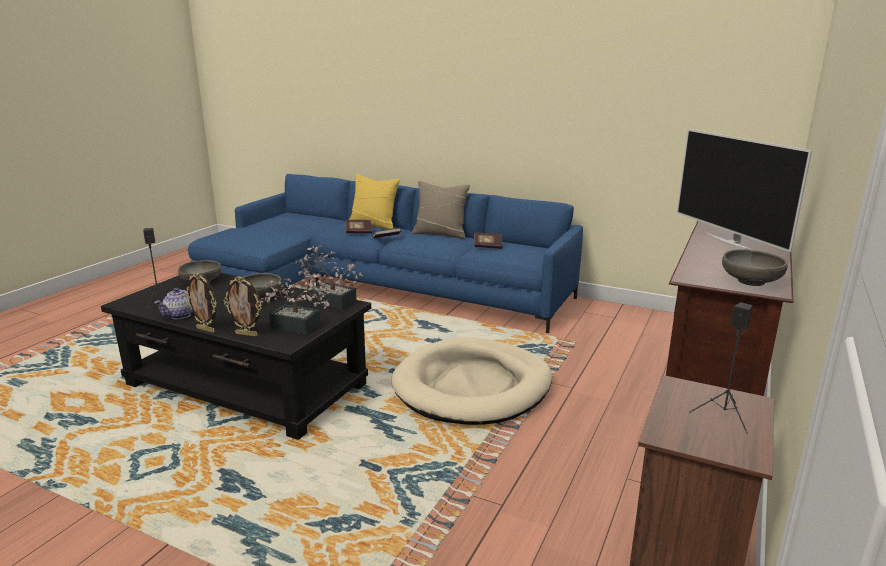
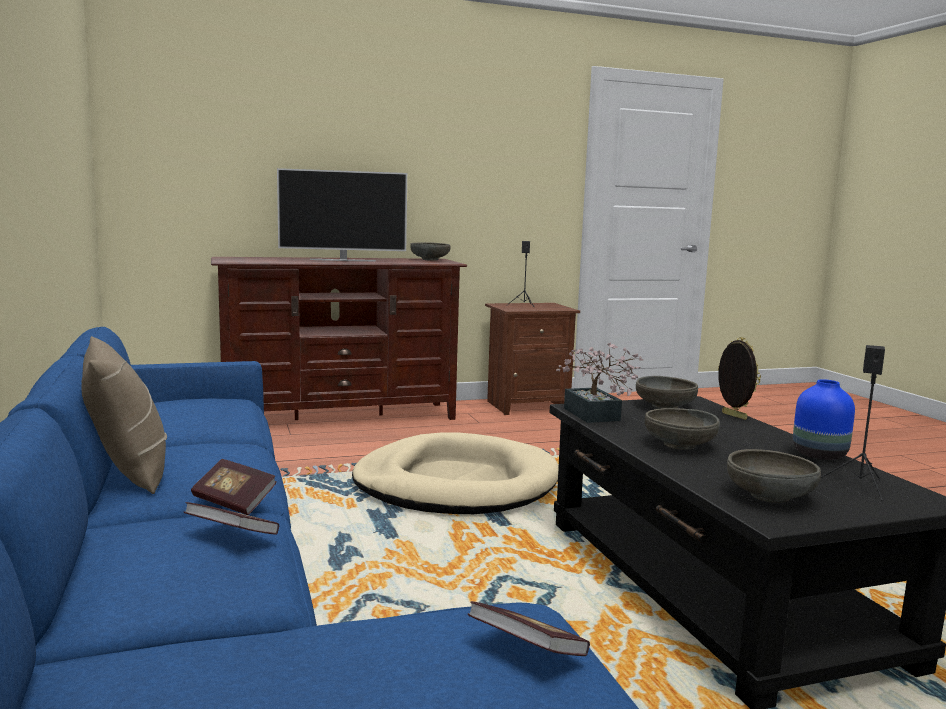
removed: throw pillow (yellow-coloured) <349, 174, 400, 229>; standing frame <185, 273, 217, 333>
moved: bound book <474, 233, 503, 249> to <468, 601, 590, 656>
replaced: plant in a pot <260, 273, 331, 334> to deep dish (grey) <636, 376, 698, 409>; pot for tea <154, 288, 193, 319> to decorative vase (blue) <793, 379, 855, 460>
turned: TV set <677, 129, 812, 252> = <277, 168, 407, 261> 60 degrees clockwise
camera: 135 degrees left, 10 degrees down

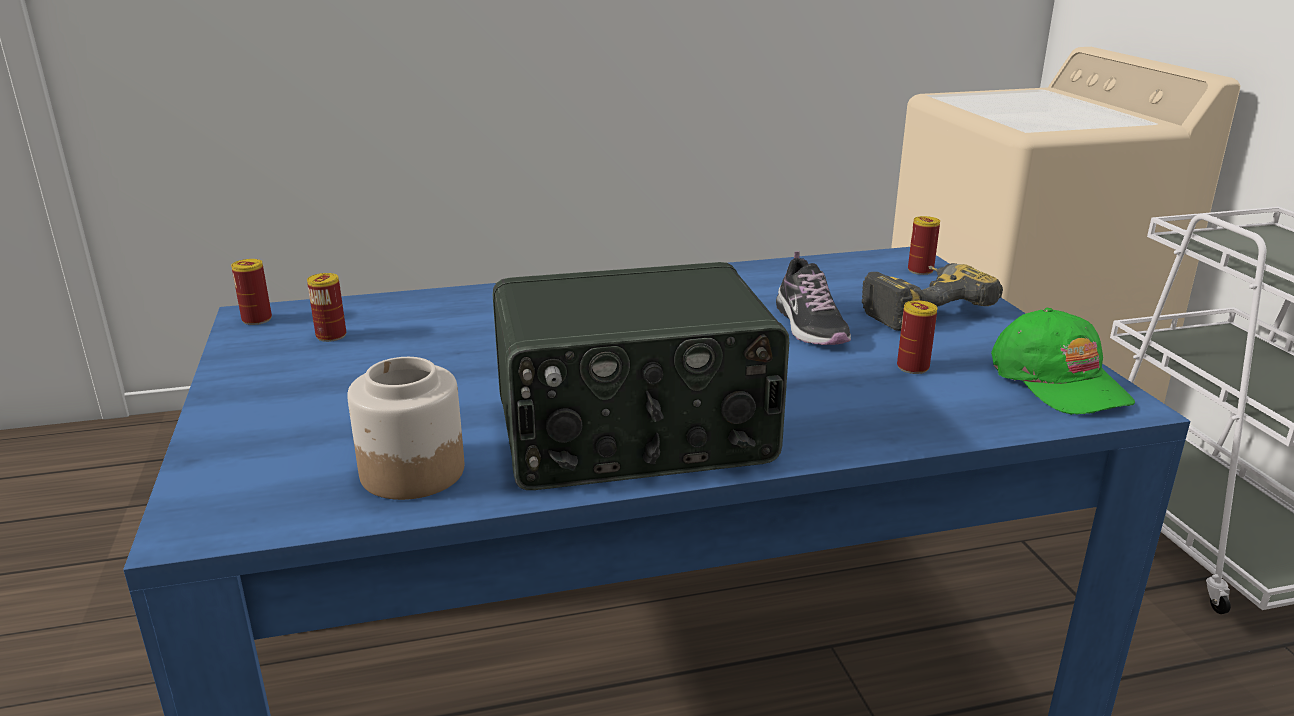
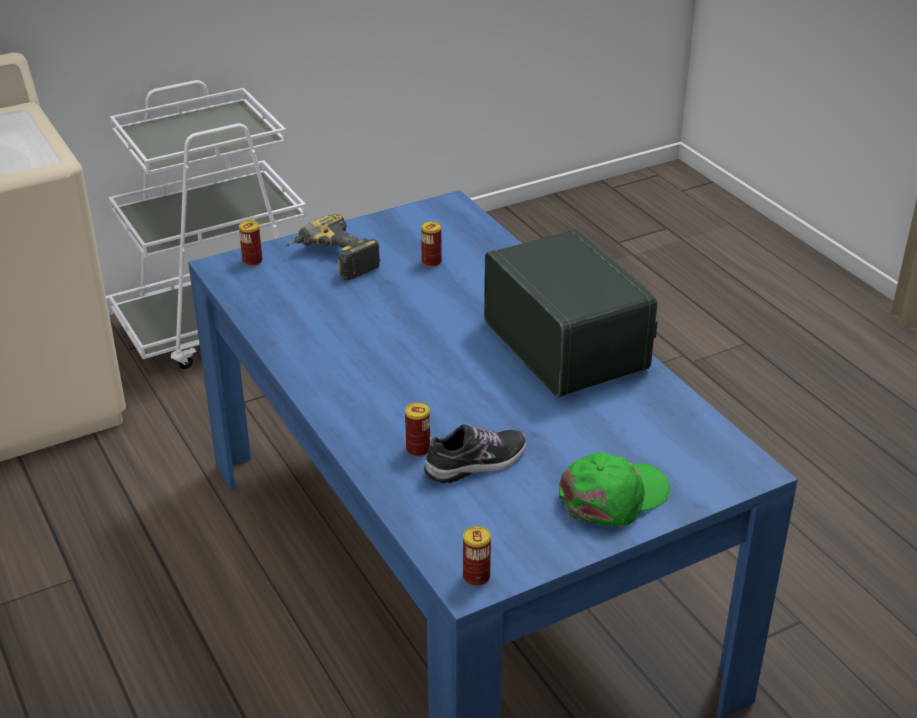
removed: preserve jar <347, 357, 464, 500>
moved: item of footwear <776, 251, 851, 345> to <424, 424, 526, 483>; sealed can <307, 273, 346, 342> to <405, 402, 430, 457>; cap (green-coloured) <991, 308, 1135, 415> to <559, 452, 670, 527>
camera: 105 degrees left, 10 degrees up

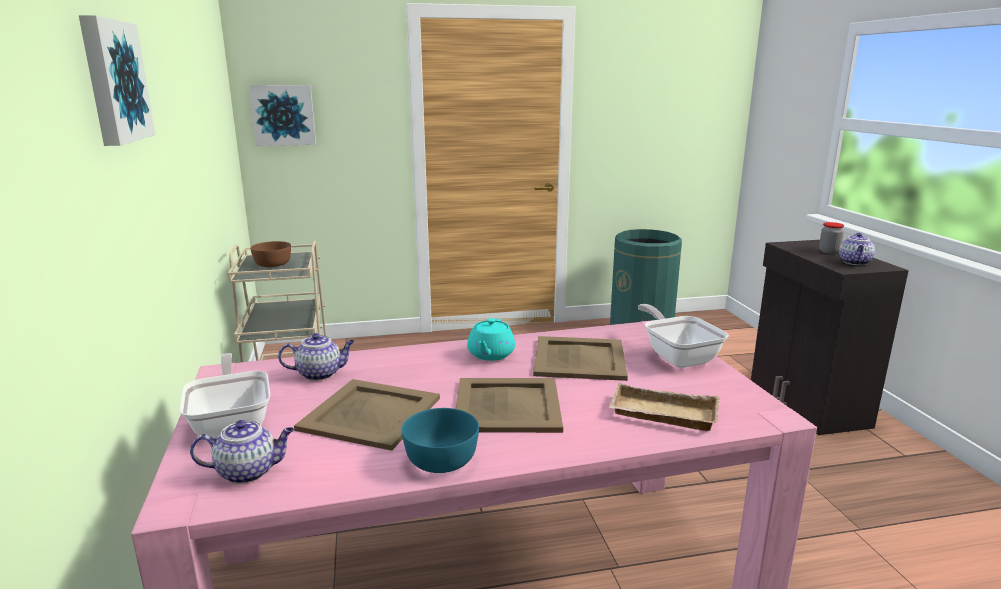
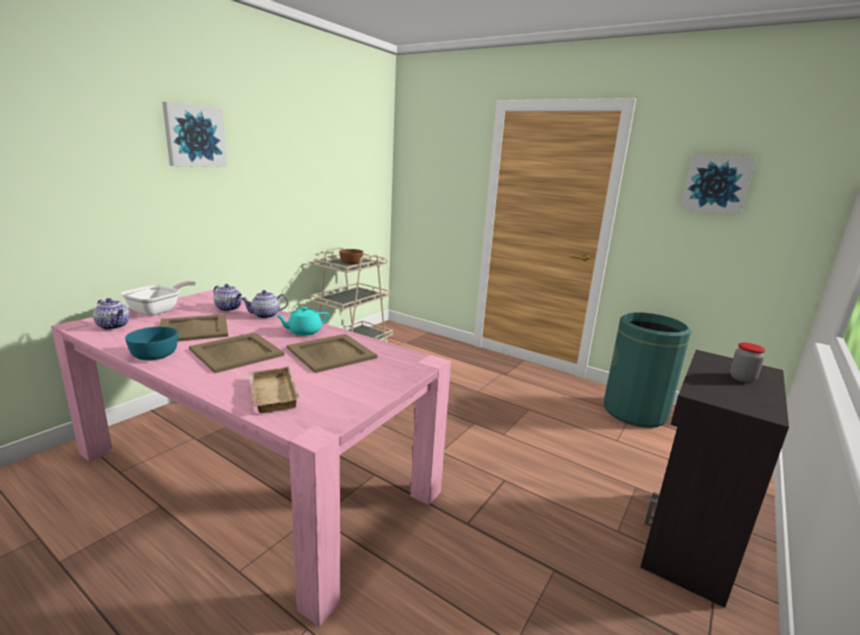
removed: pan <638, 304, 729, 368>
moved: wall picture <249, 85, 316, 146> to <681, 155, 756, 215>; pot for tea <839, 233, 875, 265> to <241, 290, 288, 318>
camera: 45 degrees right, 0 degrees up

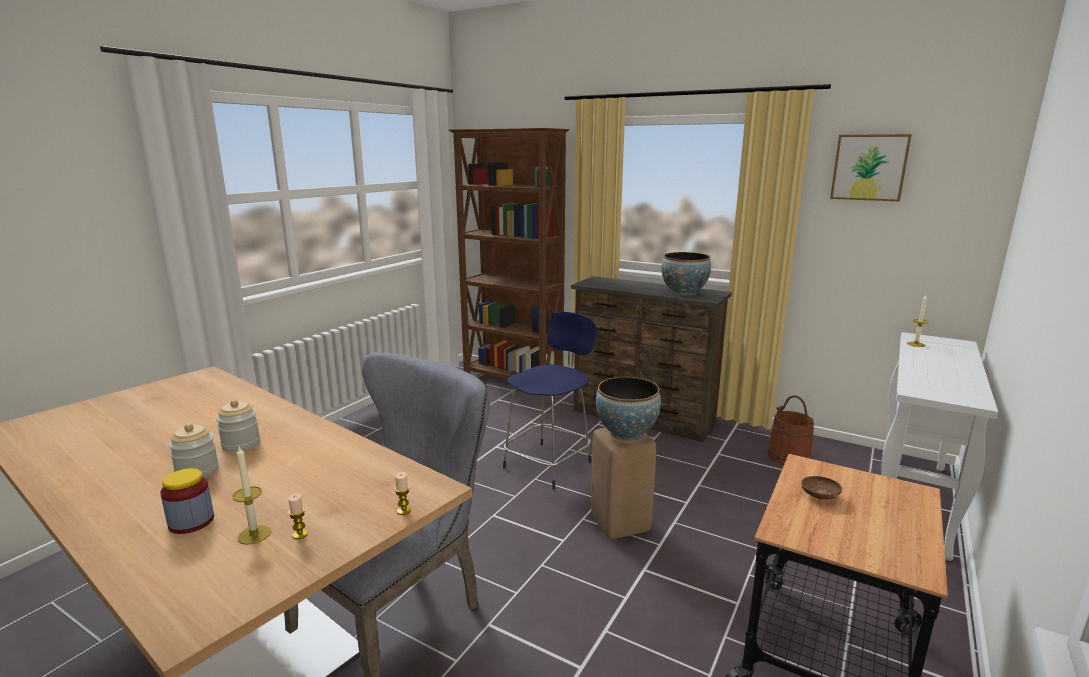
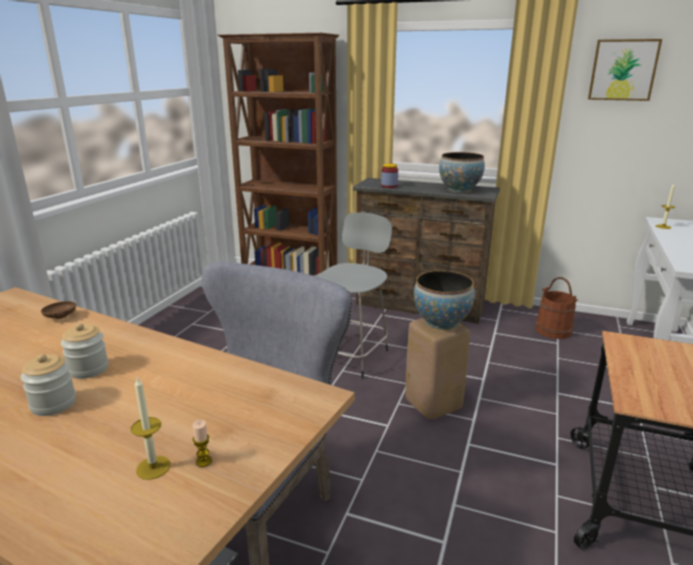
removed: candle <395, 472, 411, 515>
moved: preserve jar <160, 468, 214, 534> to <381, 164, 398, 188>; deep dish (brown-coloured) <801, 476, 842, 499> to <41, 301, 76, 319>
recoloured: stool (blue) <503, 312, 597, 489> to stool (grey) <315, 212, 392, 379>
camera: 10 degrees left, 5 degrees up

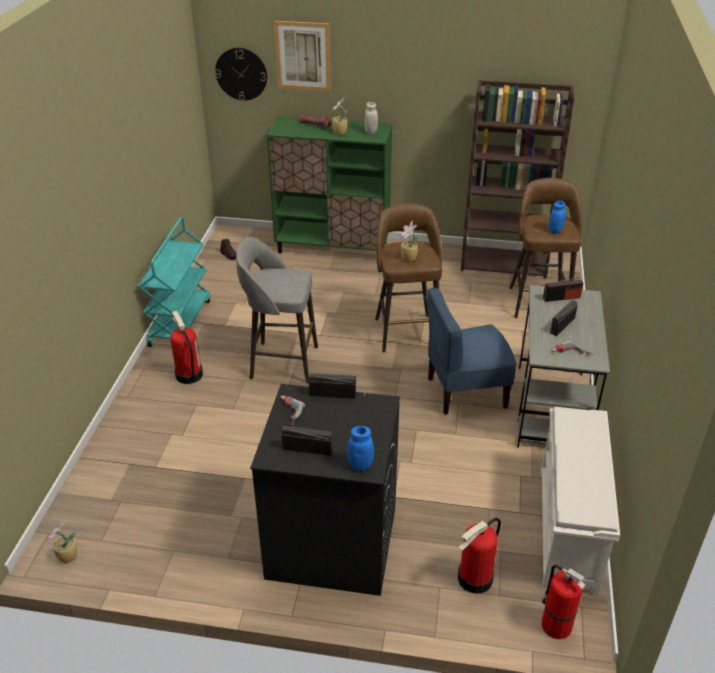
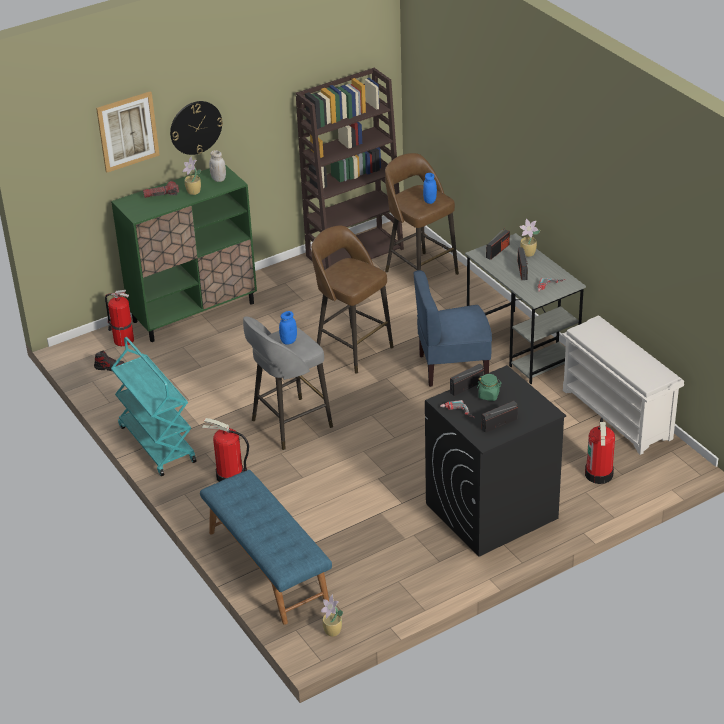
added: preserve jar (green-coloured) <477, 374, 502, 401>; bench (blue) <200, 470, 332, 625>
moved: hanging clock <215, 48, 267, 101> to <170, 101, 223, 155>; plant in a pot <400, 221, 420, 262> to <519, 219, 540, 257>; preserve jar (blue) <347, 426, 374, 471> to <279, 311, 297, 345>; fire extinguisher <542, 565, 585, 639> to <105, 290, 134, 346>
turned: upright chair (blue) <428, 288, 516, 415> = <414, 270, 492, 387> 45 degrees clockwise
camera: 40 degrees left, 0 degrees up

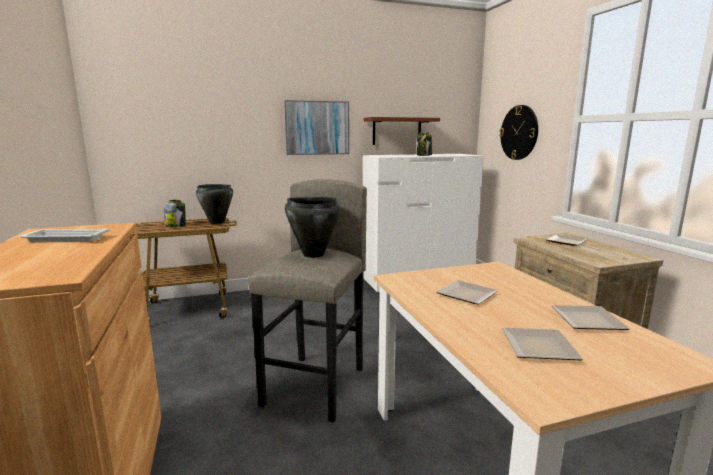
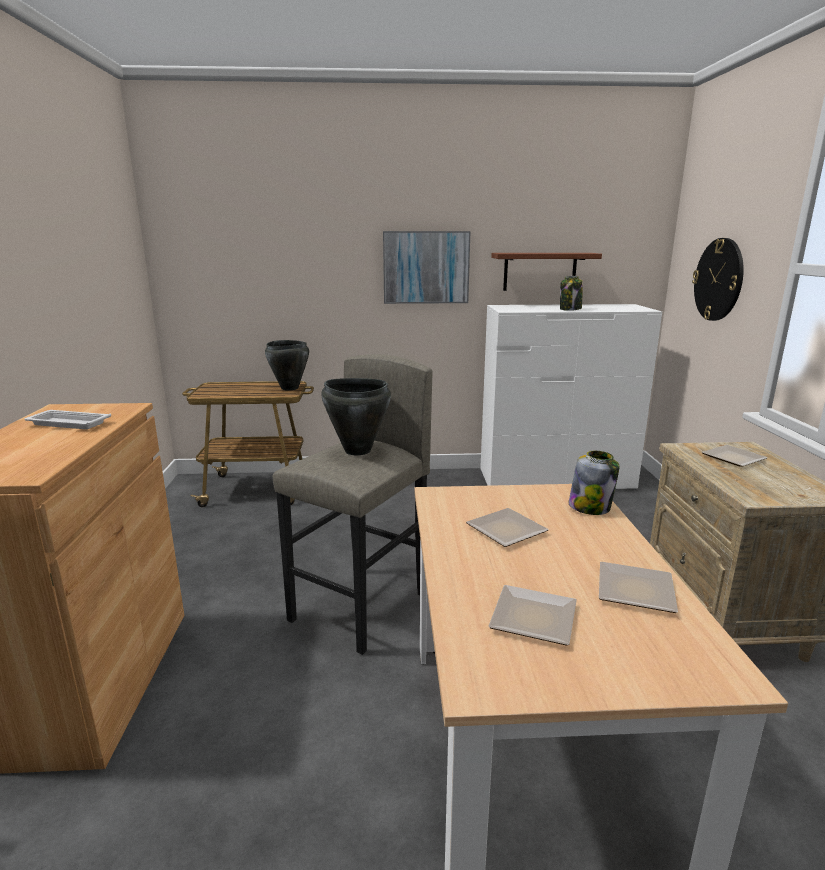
moved: preserve jar <164, 200, 186, 227> to <569, 451, 620, 515>
camera: 15 degrees right, 5 degrees up

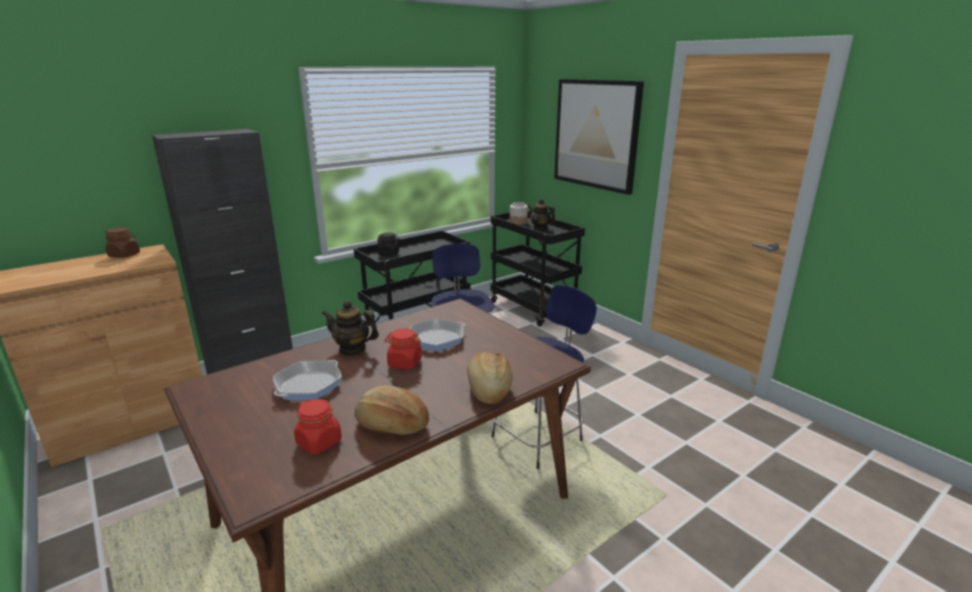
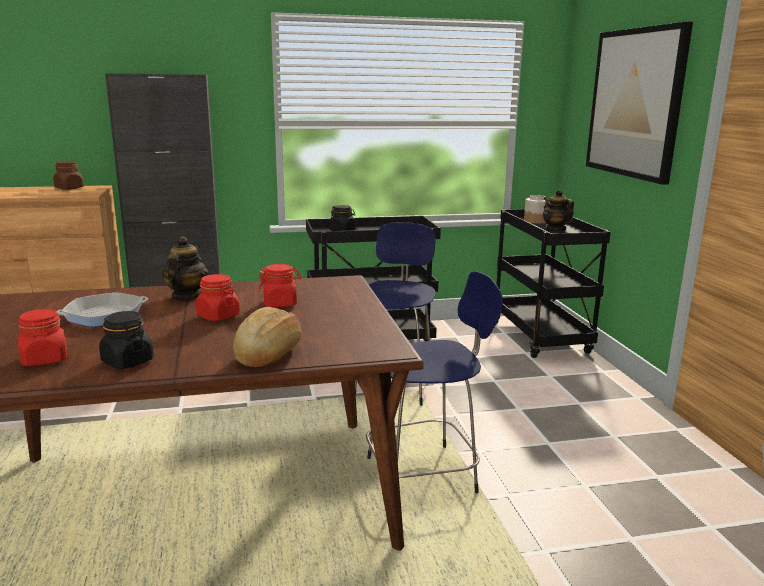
replaced: pan <410, 319, 465, 351> to preserve jar (reddish) <259, 264, 301, 307>; bakery bread <355, 385, 429, 435> to preserve jar (blackish) <99, 311, 154, 369>
turned: pot for tea <322, 300, 379, 356> = <163, 236, 209, 300> 60 degrees clockwise
camera: 25 degrees right, 5 degrees down

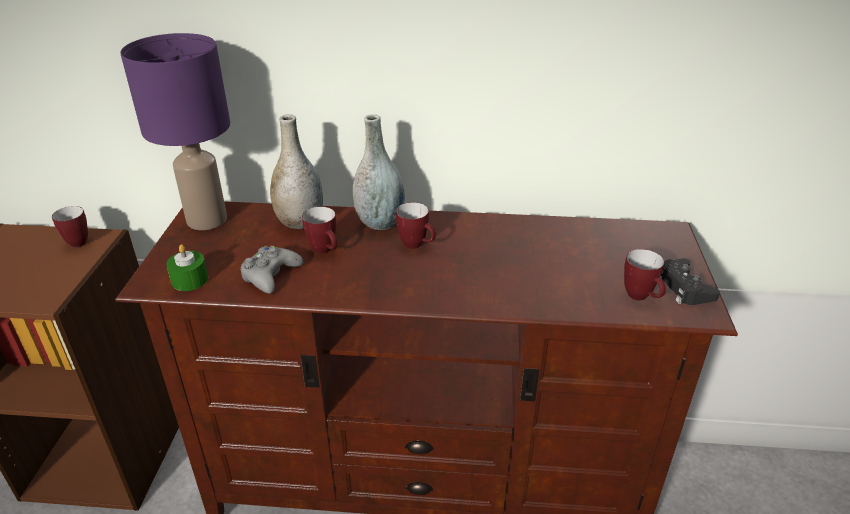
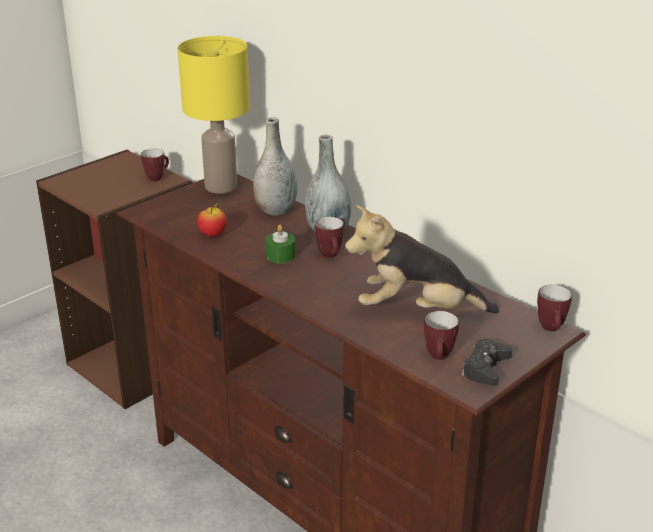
added: cuddly toy <345, 205, 499, 313>
moved: tea mug <302, 207, 337, 254> to <537, 285, 572, 331>; candle (green-coloured) <166, 244, 208, 291> to <266, 225, 296, 264>
replaced: gamepad (grey) <241, 245, 303, 294> to apple <197, 203, 227, 237>
recoloured: tabletop lamp (purple-coloured) <120, 33, 230, 230> to tabletop lamp (yellow-coloured) <178, 36, 250, 194>
camera: 40 degrees right, 5 degrees down

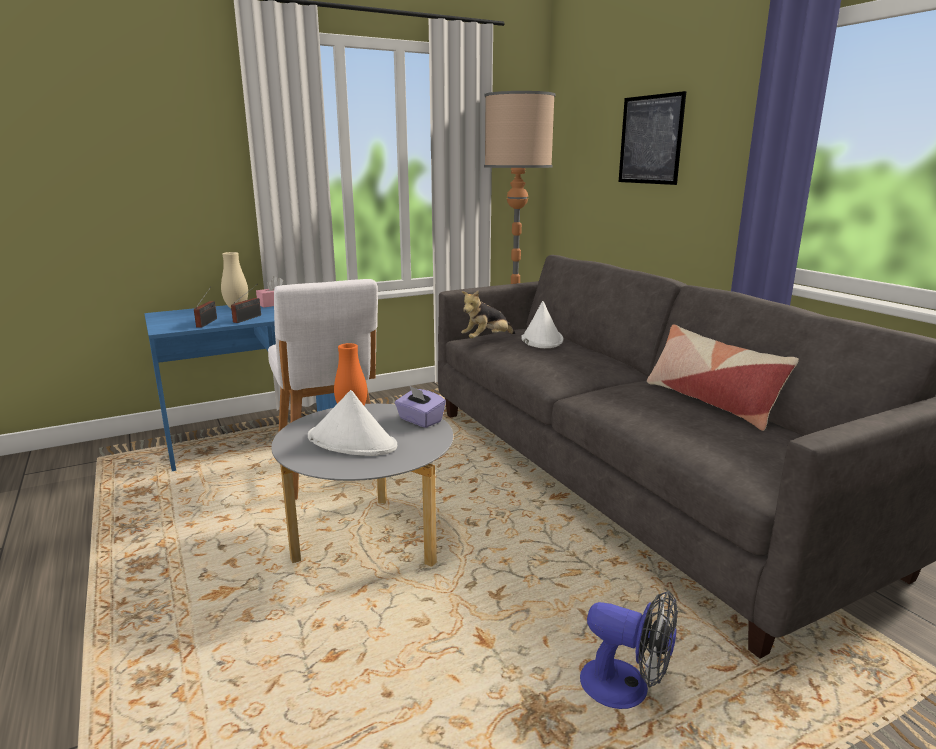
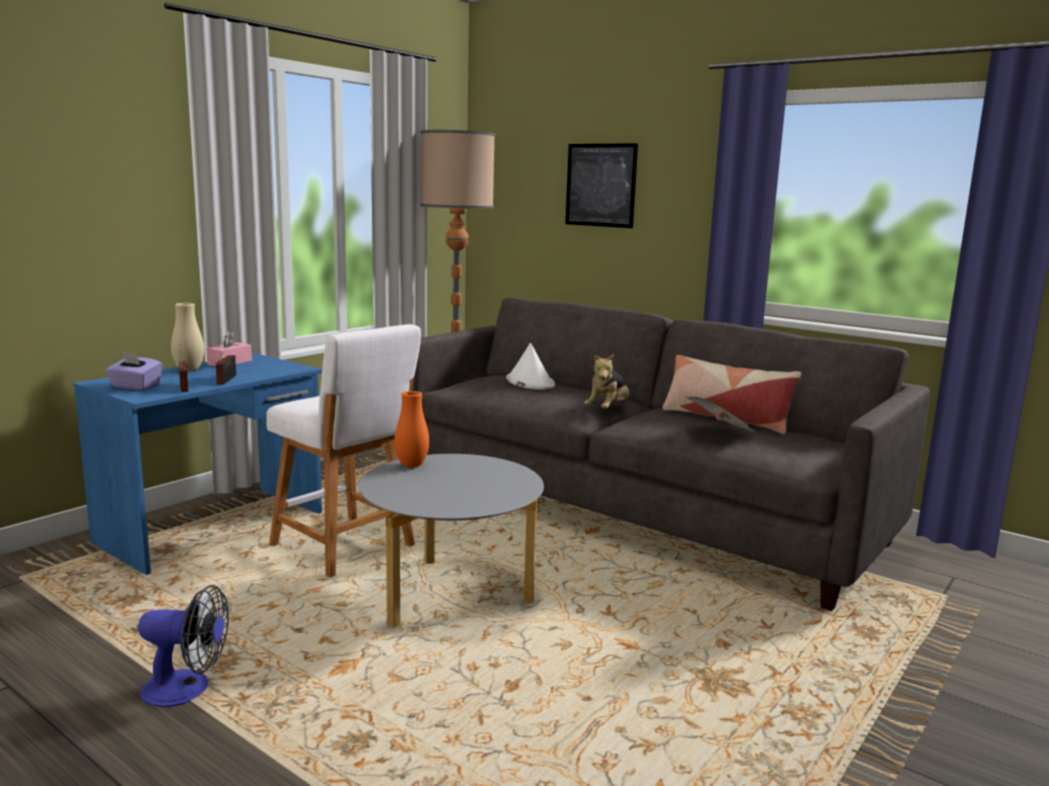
removed: clothing hat (whitish) <308, 390, 397, 456>
added: printed paper <686, 396, 756, 432>
moved: cuddly toy <461, 291, 515, 338> to <584, 354, 629, 409>; tissue holder (purple-coloured) <395, 386, 446, 428> to <105, 351, 162, 391>; fan <580, 590, 678, 709> to <138, 585, 229, 707>
camera: 25 degrees left, 5 degrees down

